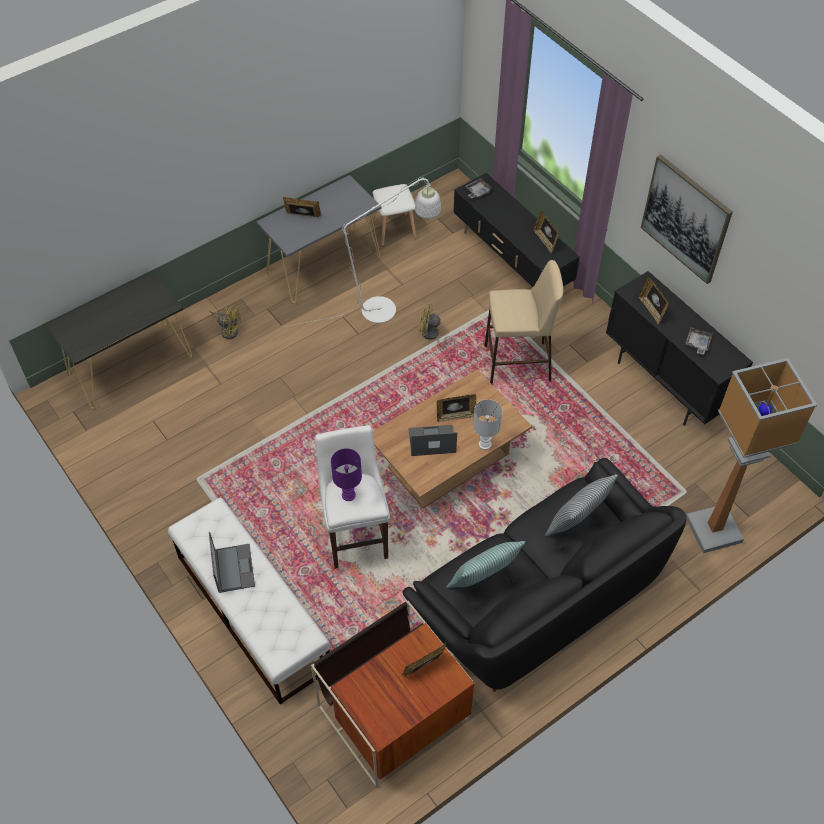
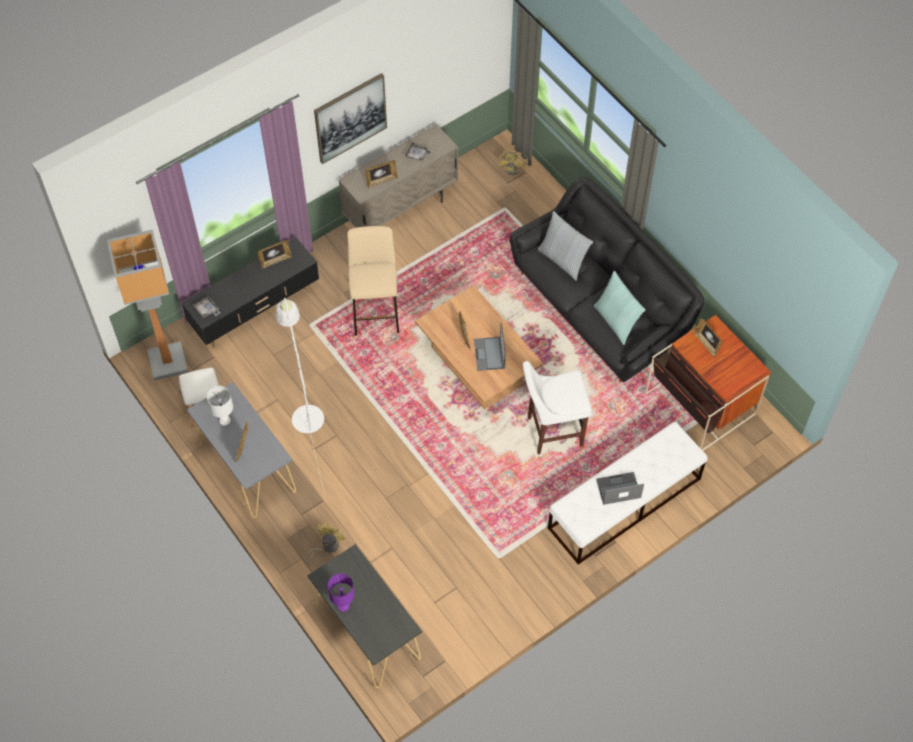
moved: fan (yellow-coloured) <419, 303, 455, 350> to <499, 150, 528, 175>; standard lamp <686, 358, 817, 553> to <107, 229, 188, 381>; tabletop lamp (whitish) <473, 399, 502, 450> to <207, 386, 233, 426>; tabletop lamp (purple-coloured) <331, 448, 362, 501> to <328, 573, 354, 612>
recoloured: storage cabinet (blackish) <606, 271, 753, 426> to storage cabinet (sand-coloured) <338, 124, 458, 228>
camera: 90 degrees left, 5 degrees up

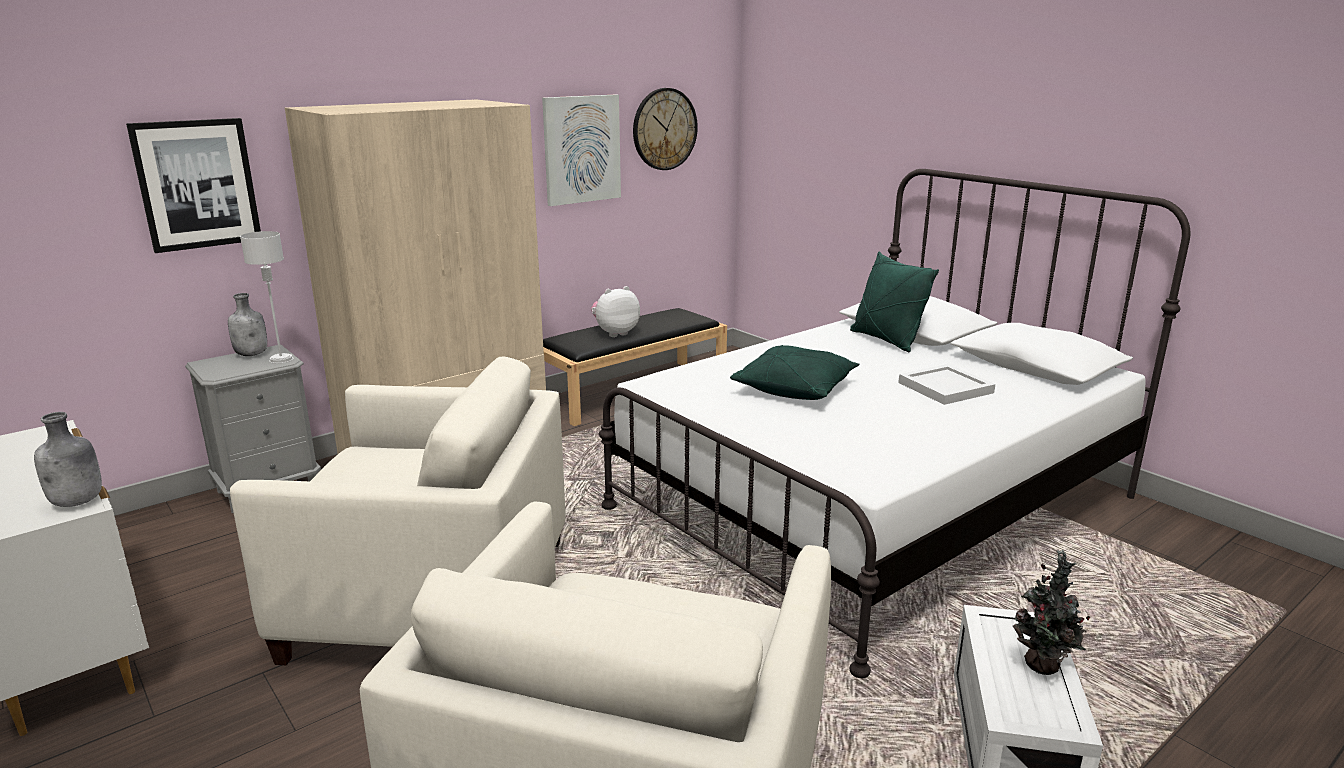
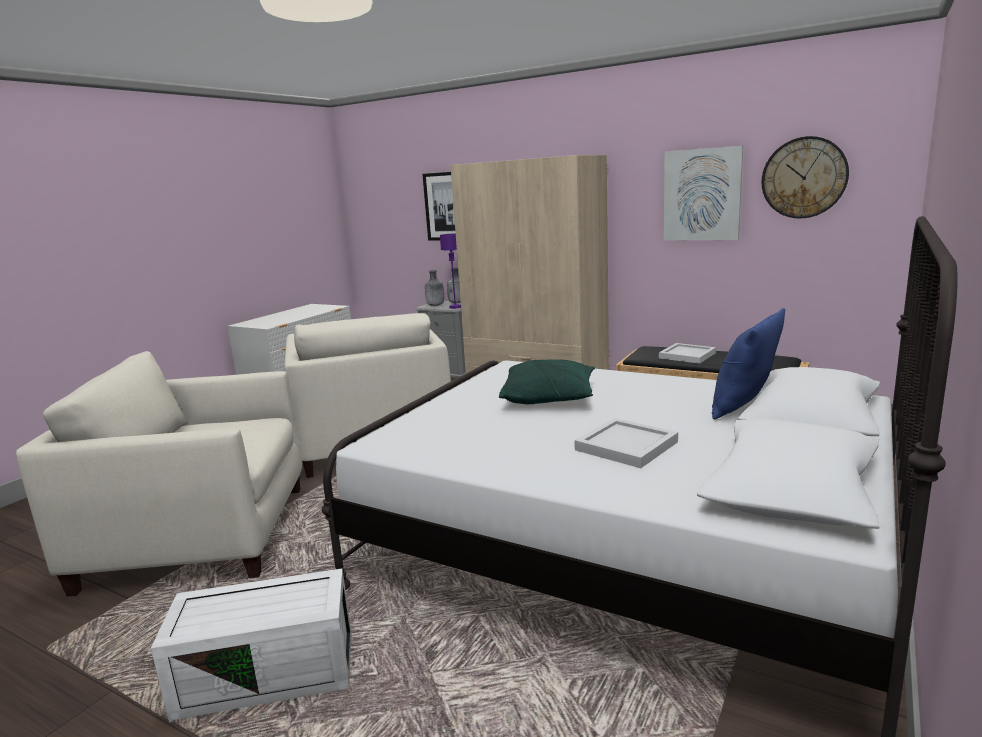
removed: plant in a pot <1013, 550, 1090, 675>
moved: bottle (grey) <34, 412, 102, 507> to <425, 270, 444, 306>
replaced: cuddly toy <591, 286, 640, 337> to tray (whitish) <659, 343, 716, 364>
recoloured: tabletop lamp (grey) <240, 231, 294, 364> to tabletop lamp (purple-coloured) <440, 233, 461, 309>; throw pillow (green-coloured) <850, 252, 939, 352> to throw pillow (blue) <712, 308, 785, 420>
camera: 70 degrees right, 5 degrees down

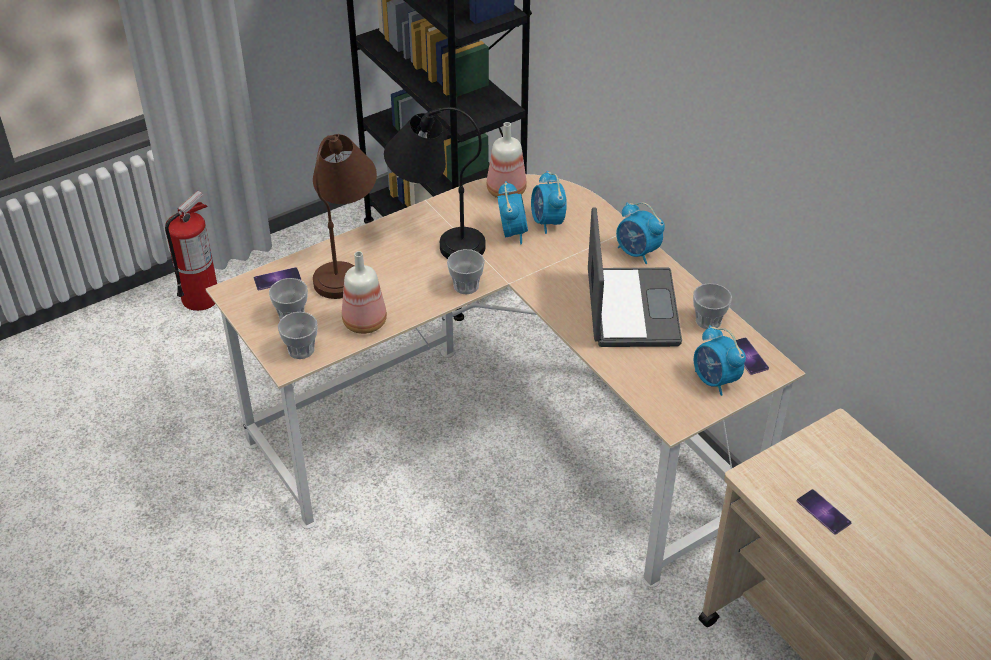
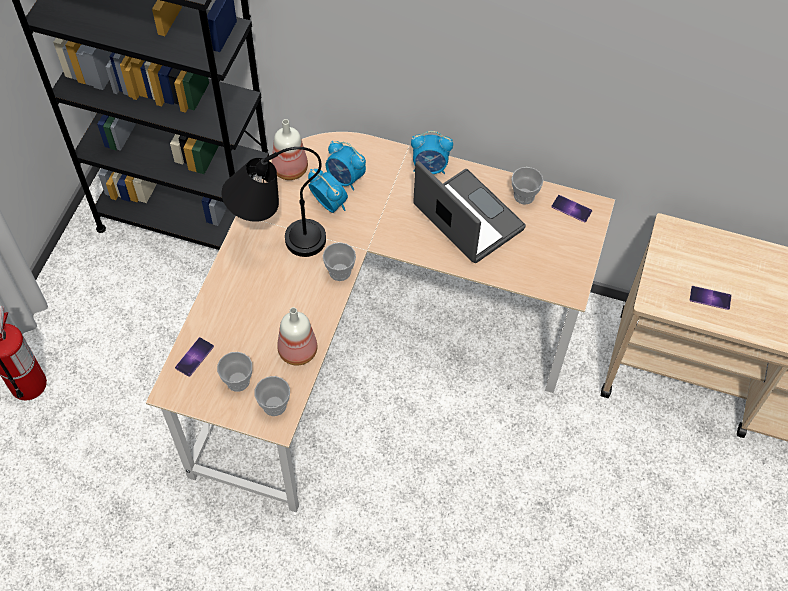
removed: tabletop lamp (brown-coloured) <313, 134, 377, 299>; alarm clock <694, 325, 746, 396>
camera: 40 degrees left, 15 degrees up

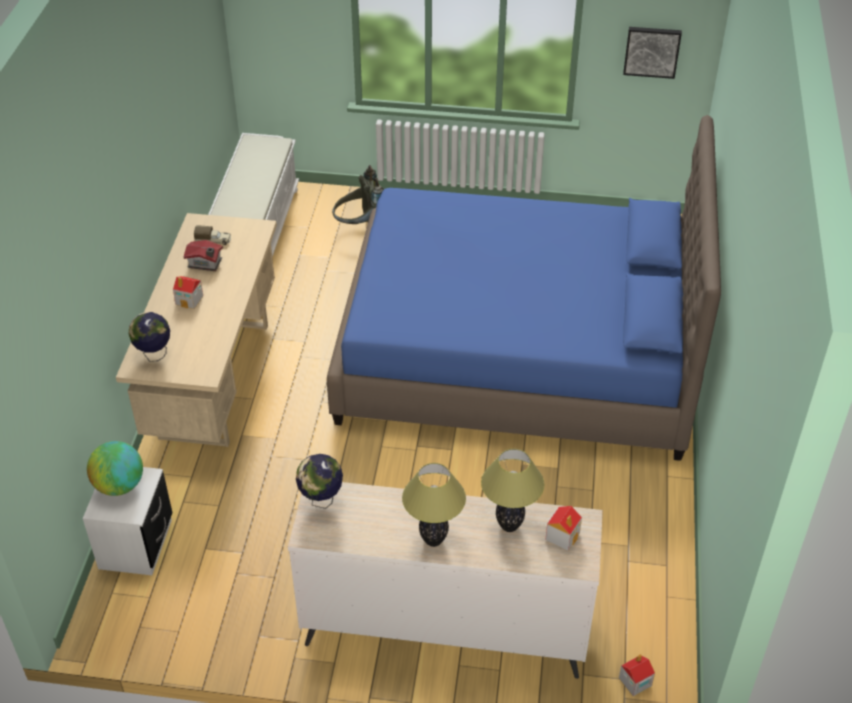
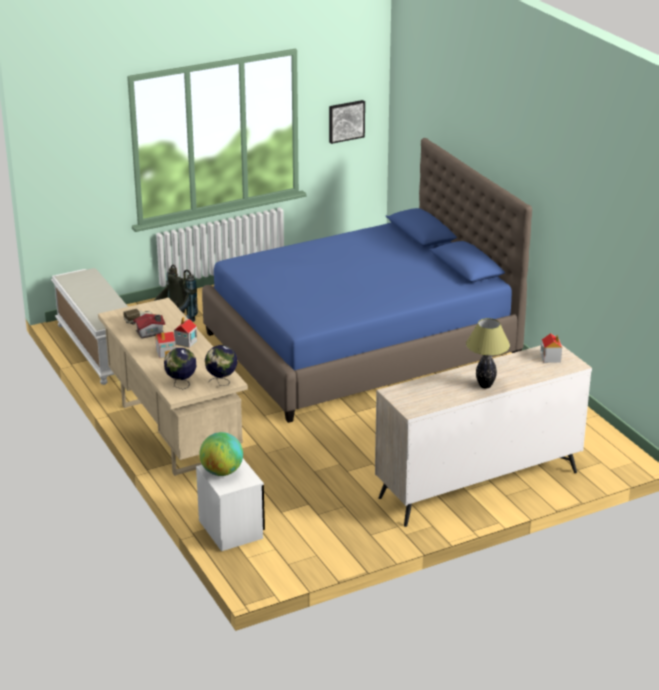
removed: tabletop lamp <481, 449, 544, 532>
moved: globe <296, 454, 343, 509> to <205, 345, 237, 386>; model house <619, 654, 655, 696> to <174, 317, 198, 348>
camera: 35 degrees left, 15 degrees down

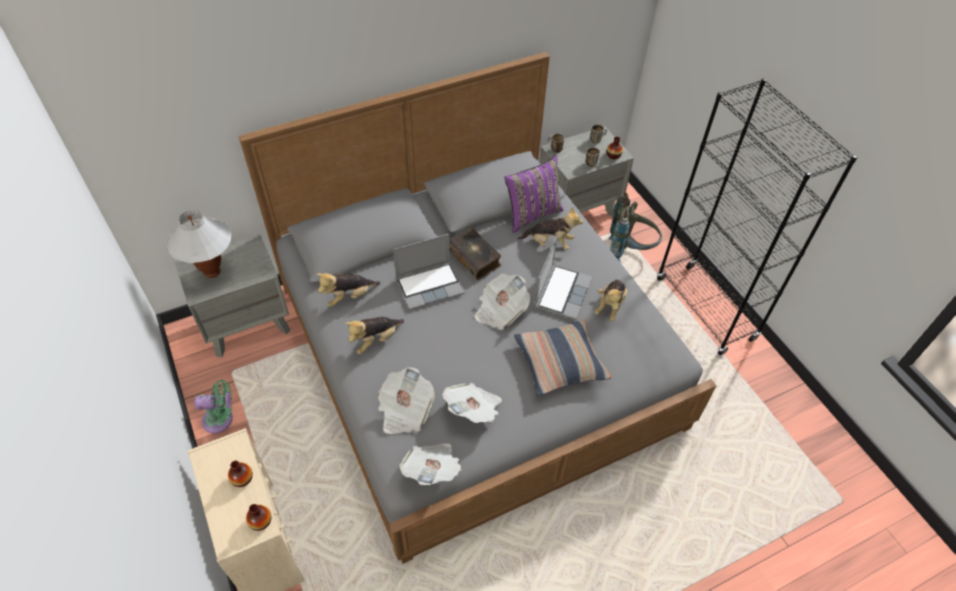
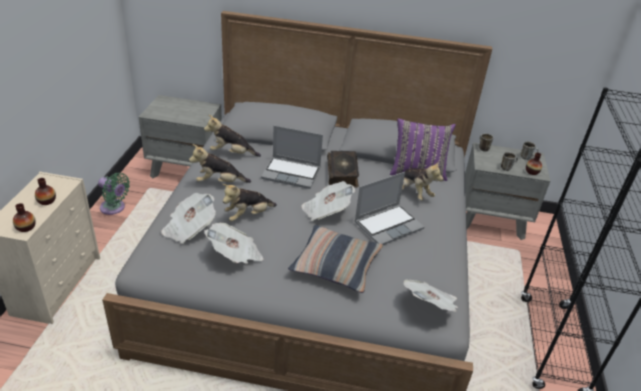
removed: knapsack (grey) <609, 193, 662, 263>; tabletop lamp (whitish) <167, 210, 232, 278>
moved: cuddly toy <595, 279, 627, 321> to <222, 184, 277, 221>; printed paper <399, 443, 462, 485> to <404, 280, 458, 312>
camera: 35 degrees right, 15 degrees down

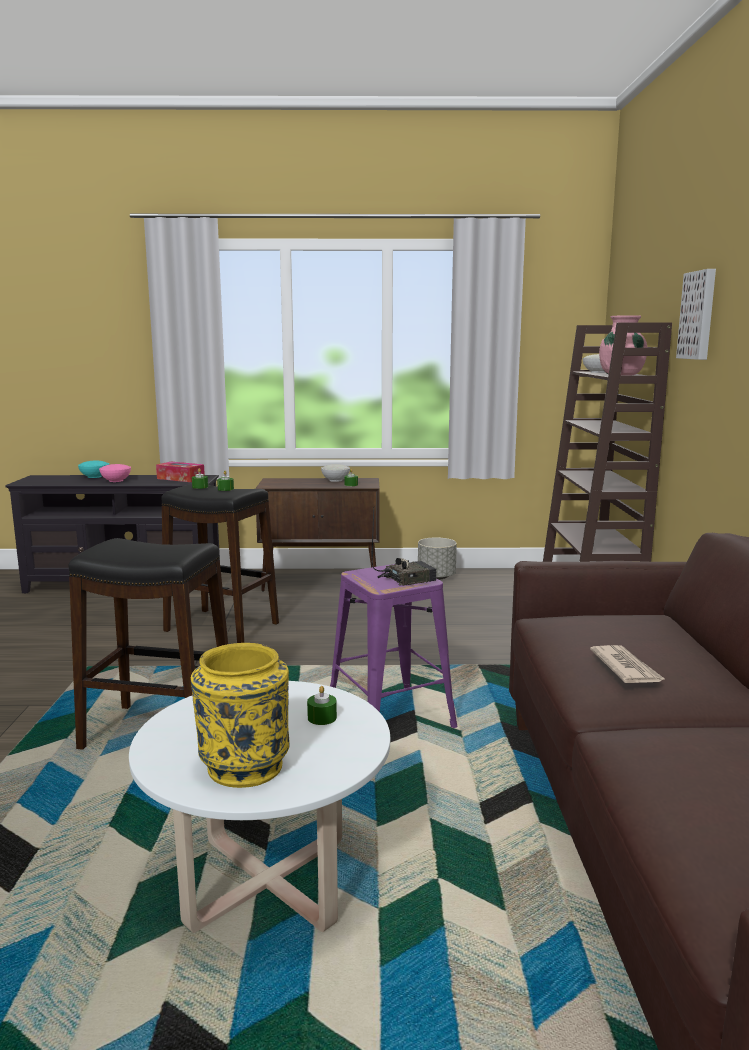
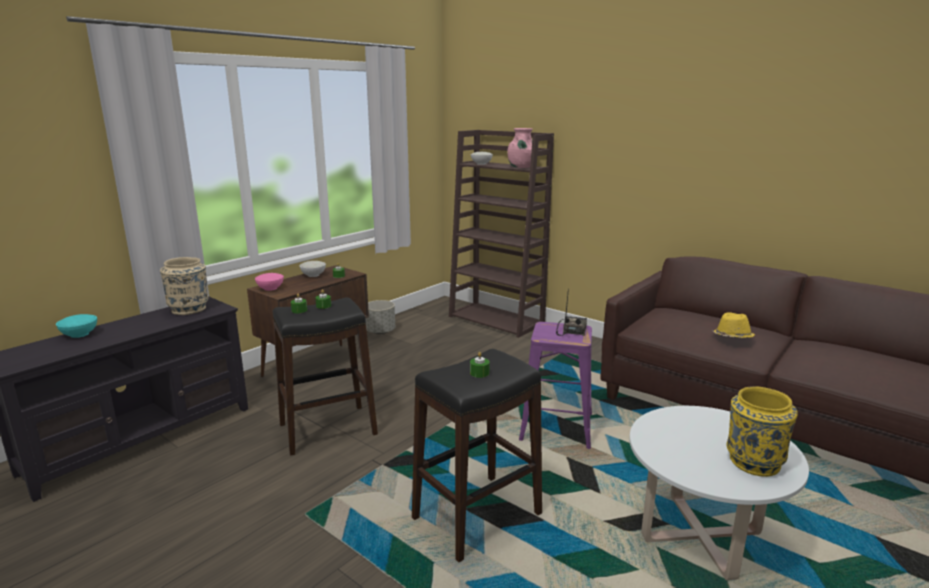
removed: wall picture <676, 269, 716, 360>
moved: deep dish (pinkish) <99, 464, 131, 482> to <255, 273, 284, 291>; candle (green-coloured) <307, 686, 337, 725> to <470, 352, 490, 378>
replaced: tissue holder <156, 462, 205, 482> to decorative vase (sand-coloured) <160, 257, 208, 315>; printed paper <590, 645, 666, 683> to clothing hat (yellow-coloured) <713, 313, 755, 338>
camera: 50 degrees left, 5 degrees up

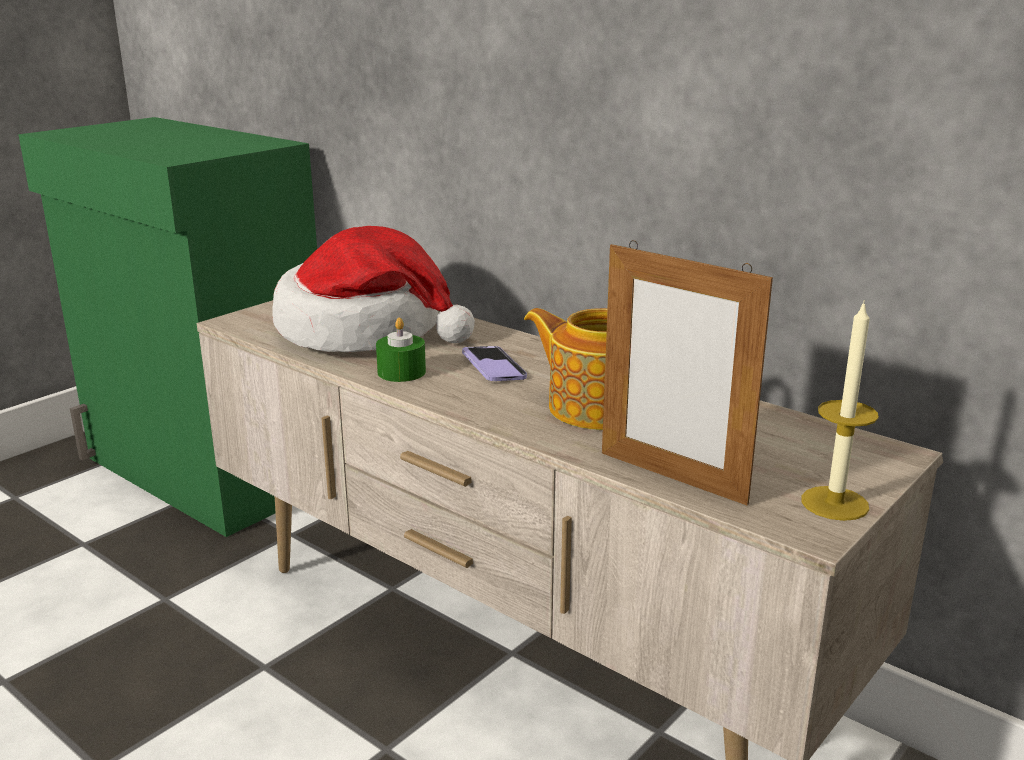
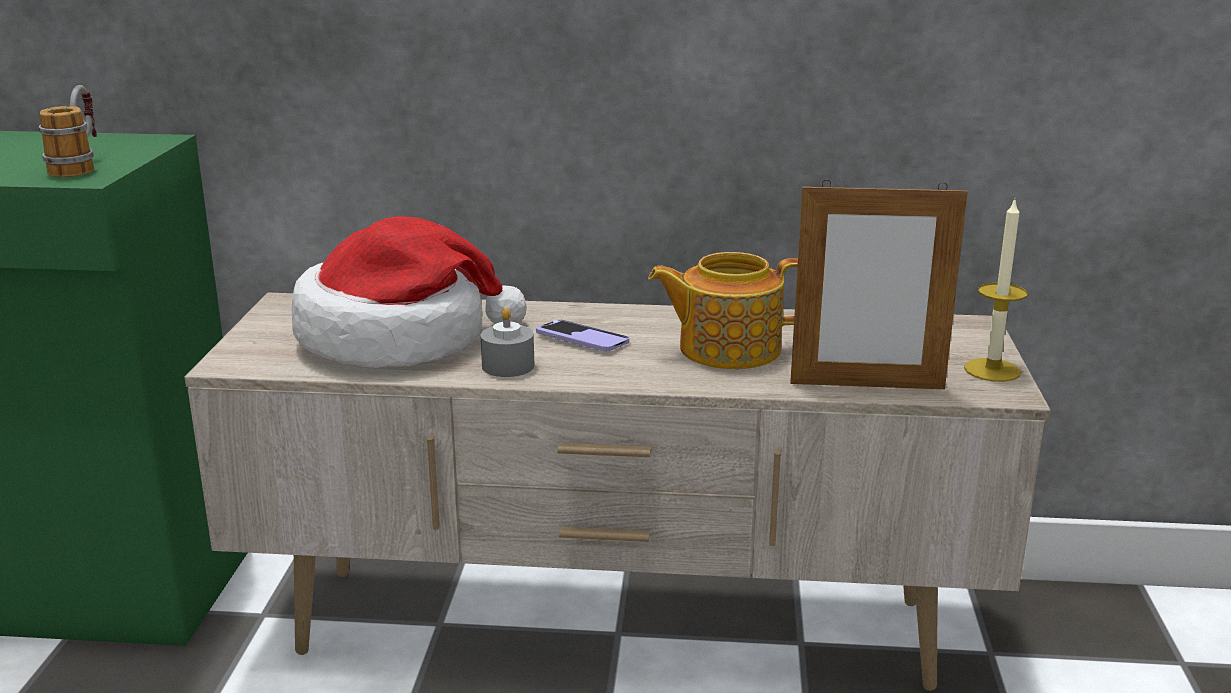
added: tea mug <39, 85, 97, 177>
recoloured: candle (green-coloured) <376, 318, 426, 382> to candle (grey) <480, 307, 535, 377>
camera: 35 degrees left, 0 degrees up

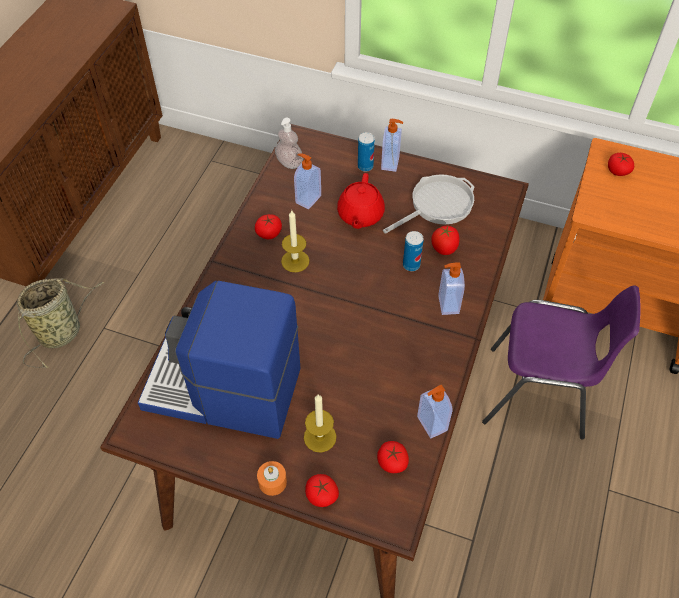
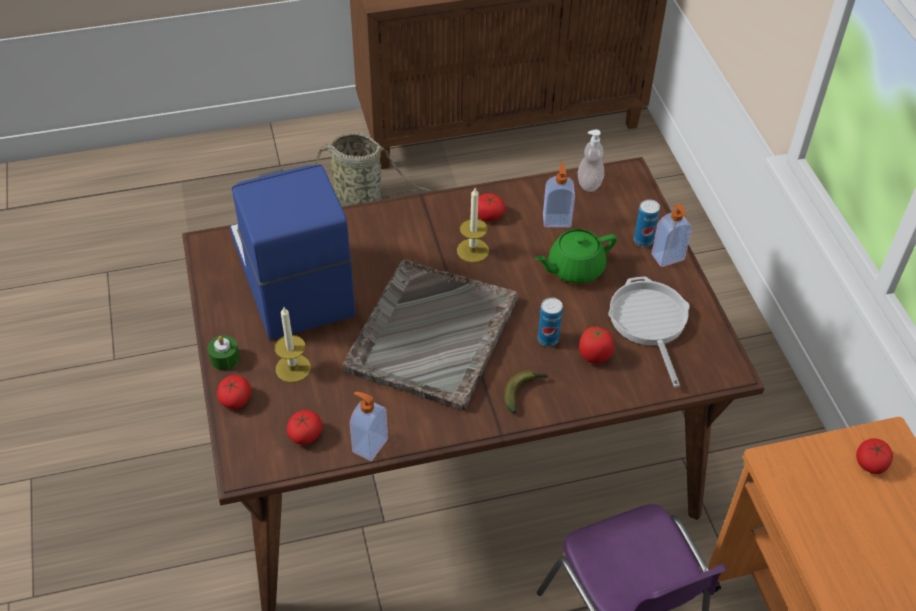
added: tray (grey) <343, 259, 518, 411>
replaced: liquid soap bottle <438, 262, 465, 315> to whole banana <504, 370, 548, 413>
recoloured: pot for tea (reddish) <337, 173, 385, 229> to pot for tea (green-coloured) <535, 229, 617, 284>; candle (orangey) <257, 461, 287, 496> to candle (green-coloured) <208, 335, 240, 370>
turned: pan <383, 175, 474, 234> = <608, 277, 690, 388> 120 degrees counterclockwise
camera: 55 degrees right, 5 degrees down

